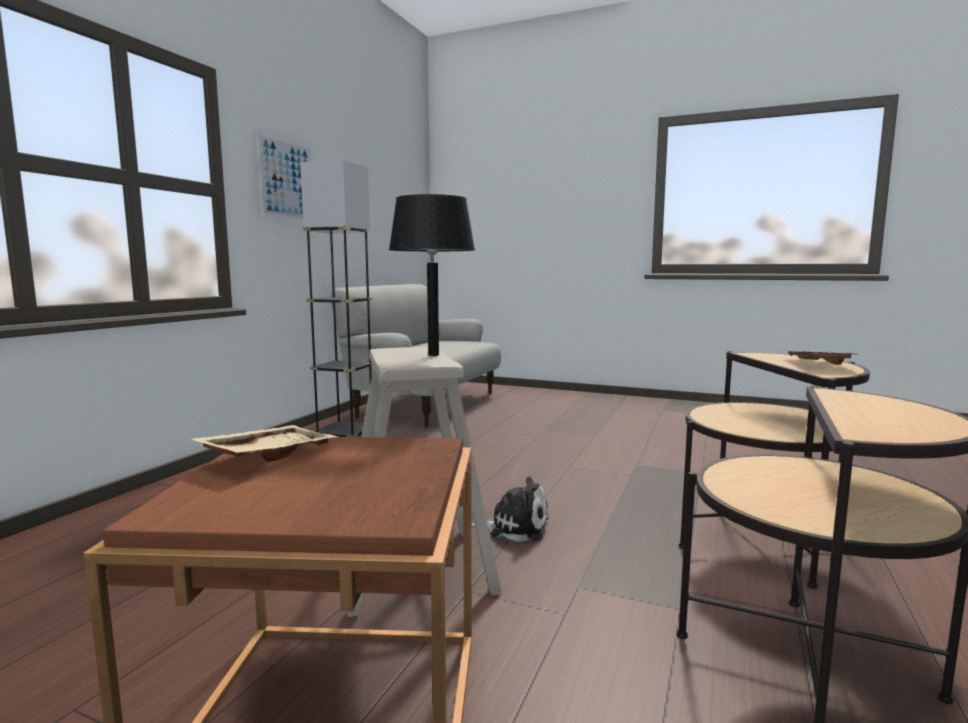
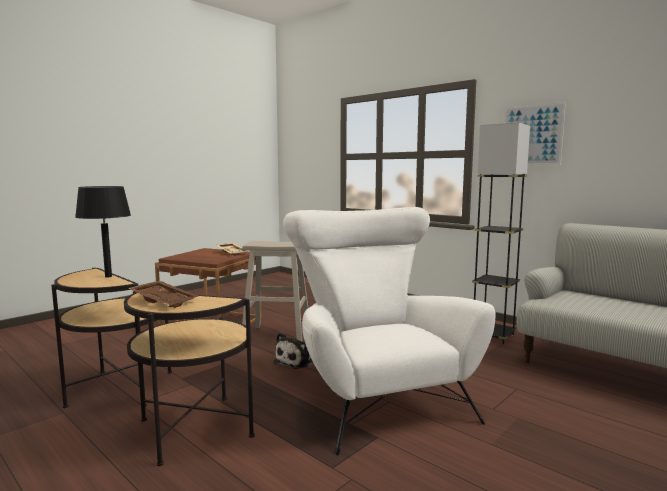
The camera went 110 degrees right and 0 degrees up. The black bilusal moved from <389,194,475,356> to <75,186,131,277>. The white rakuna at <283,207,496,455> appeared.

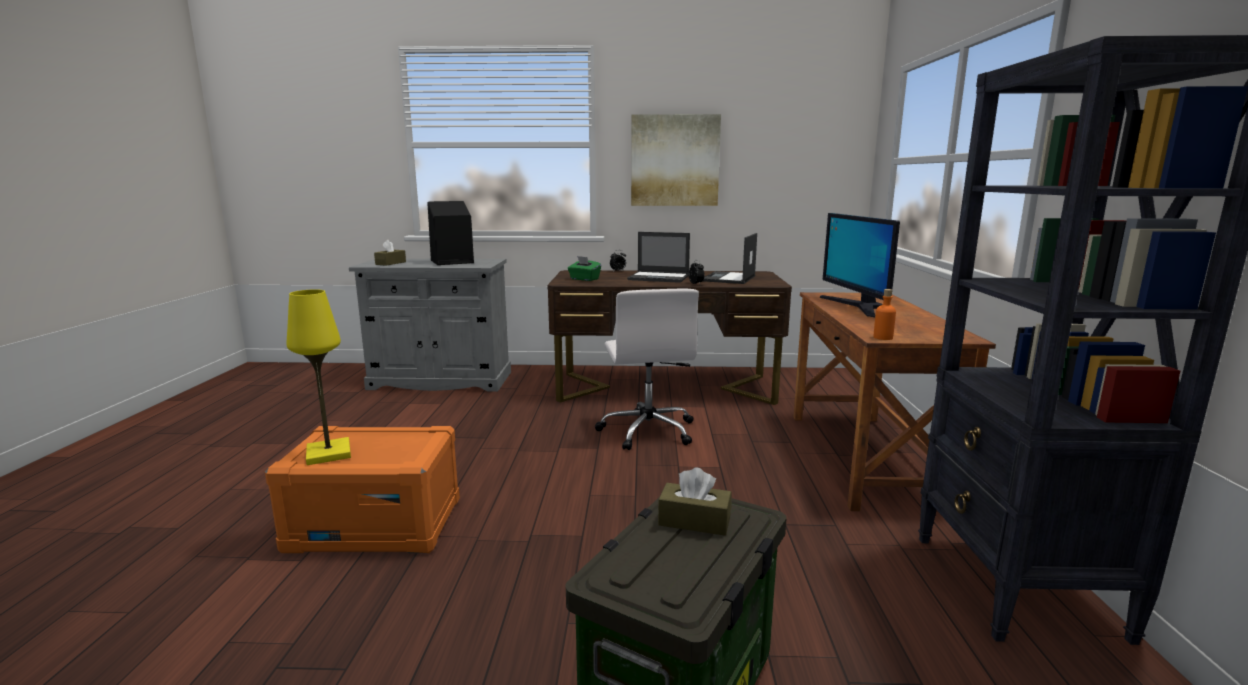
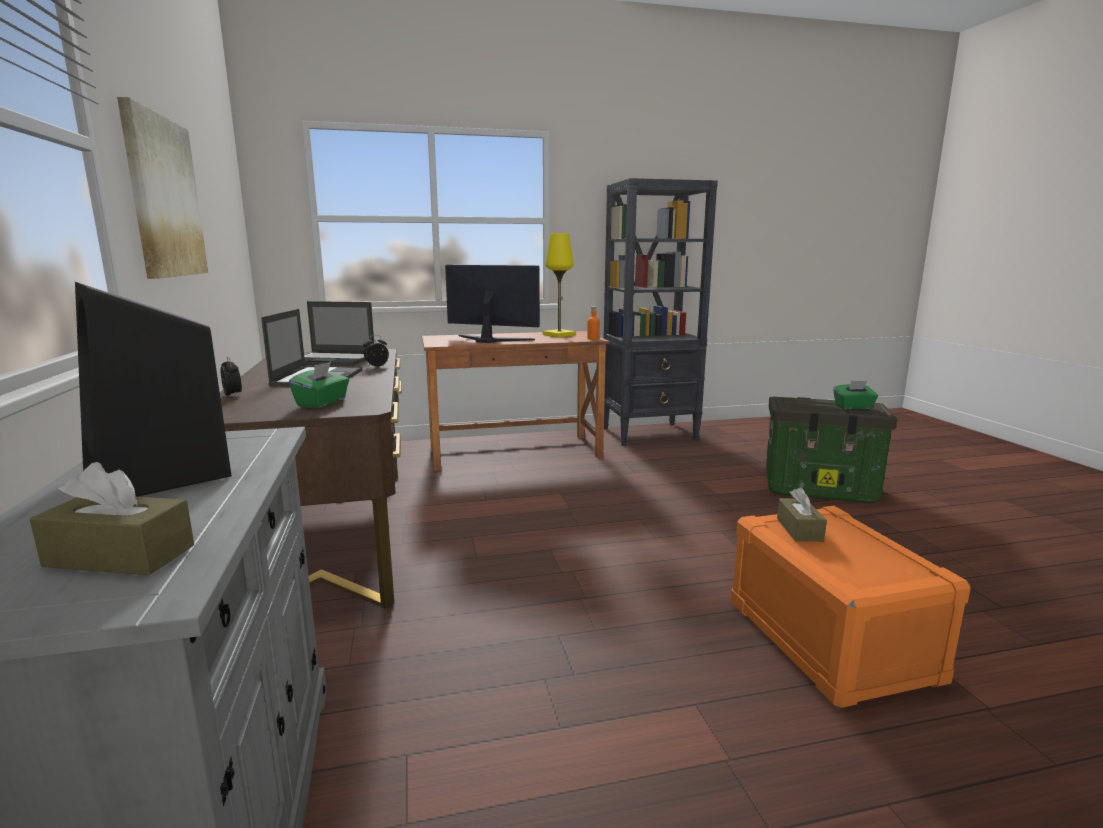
The camera went 105 degrees left and 0 degrees up. The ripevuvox at <820,213,900,317> turned 135 degrees counterclockwise. The yellow bilusal moved from <287,289,351,465> to <543,233,576,337>. The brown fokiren moved from <658,467,732,536> to <777,487,827,542>. The green fokiren at <833,381,878,409> appeared. The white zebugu at <595,289,699,450> disappeared.

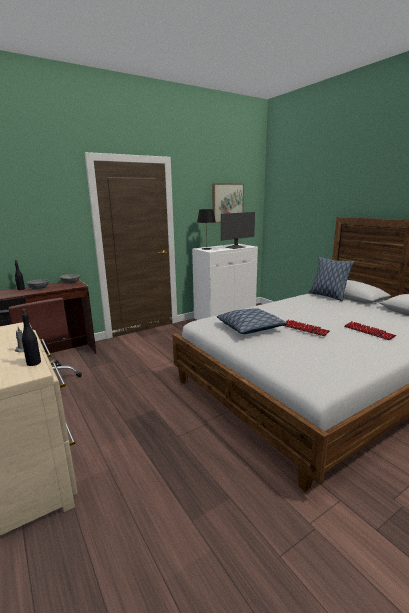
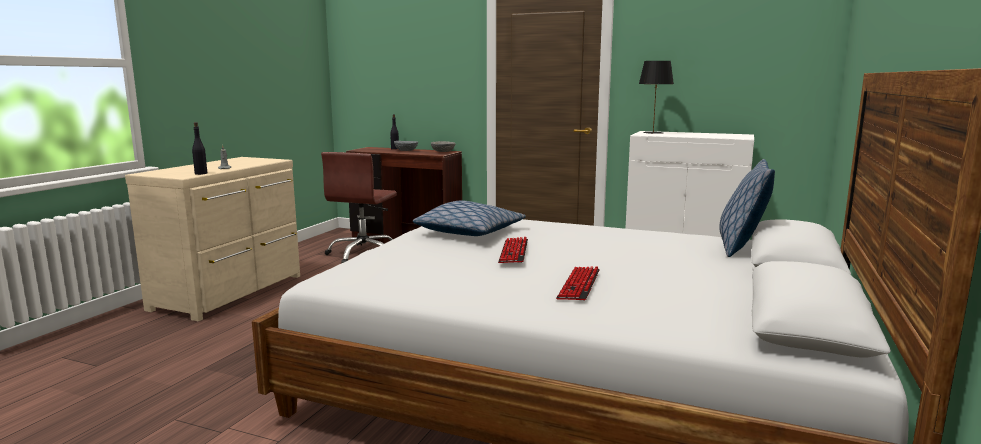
The camera went 55 degrees right and 5 degrees down. The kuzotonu at <212,183,244,223> disappeared. The ripevuvox at <221,212,255,249> disappeared.

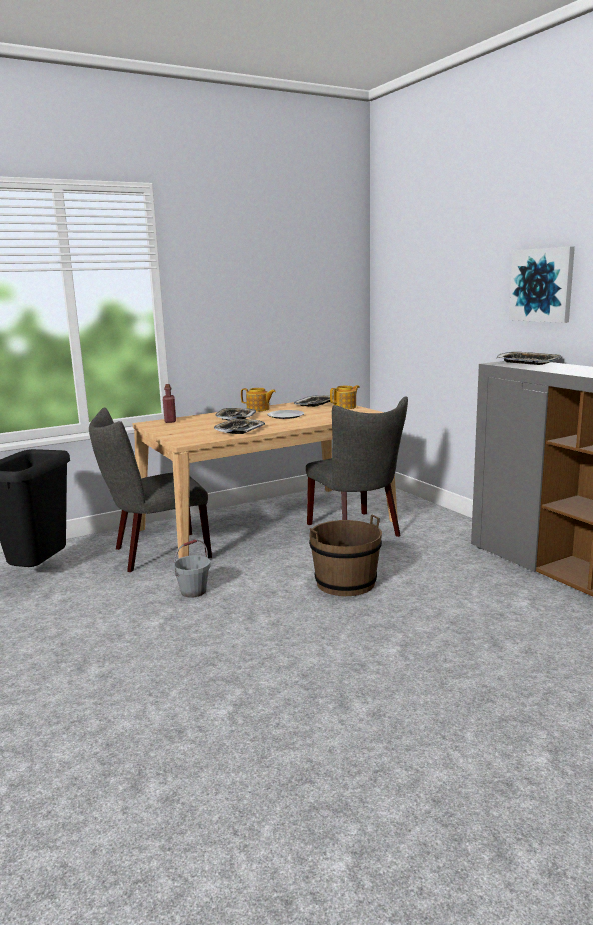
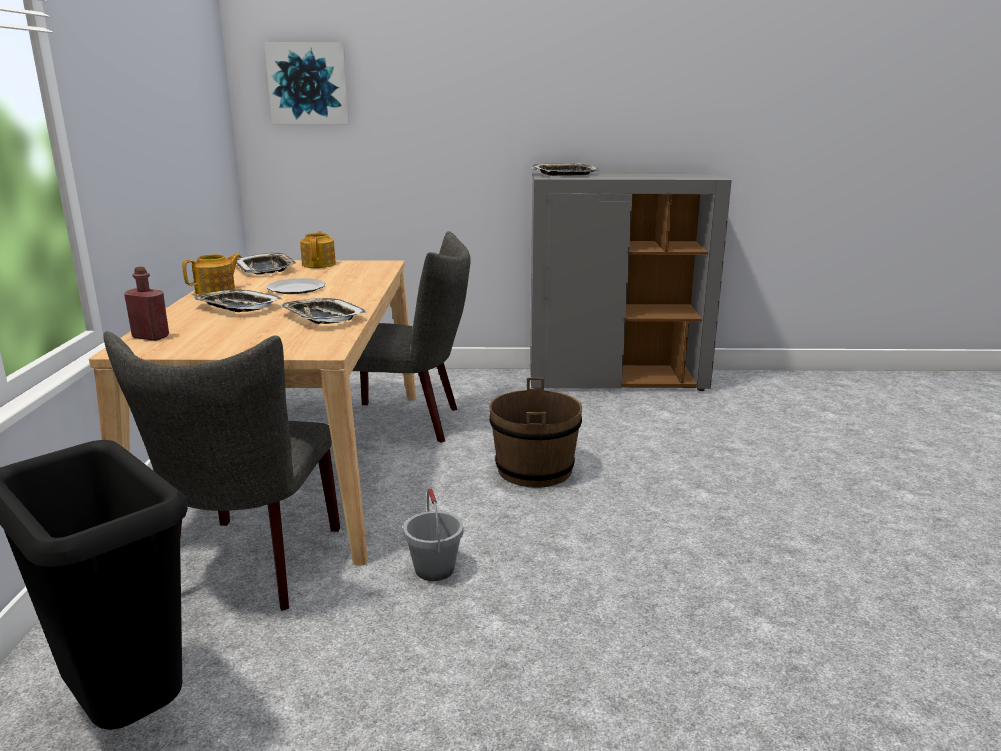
The camera went 60 degrees left and 5 degrees up. The kuzotonu moved from <509,247,575,323> to <264,42,349,125>.

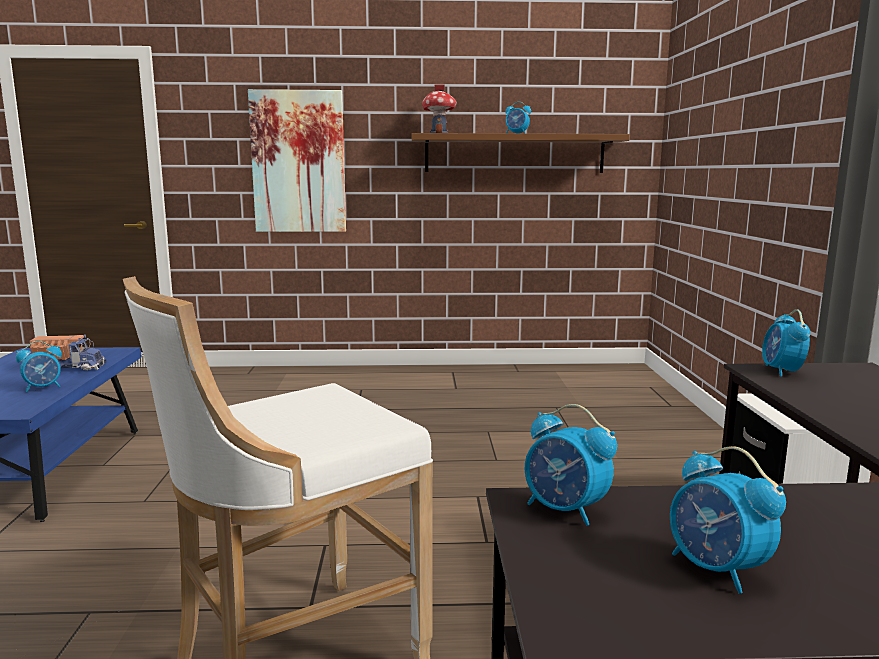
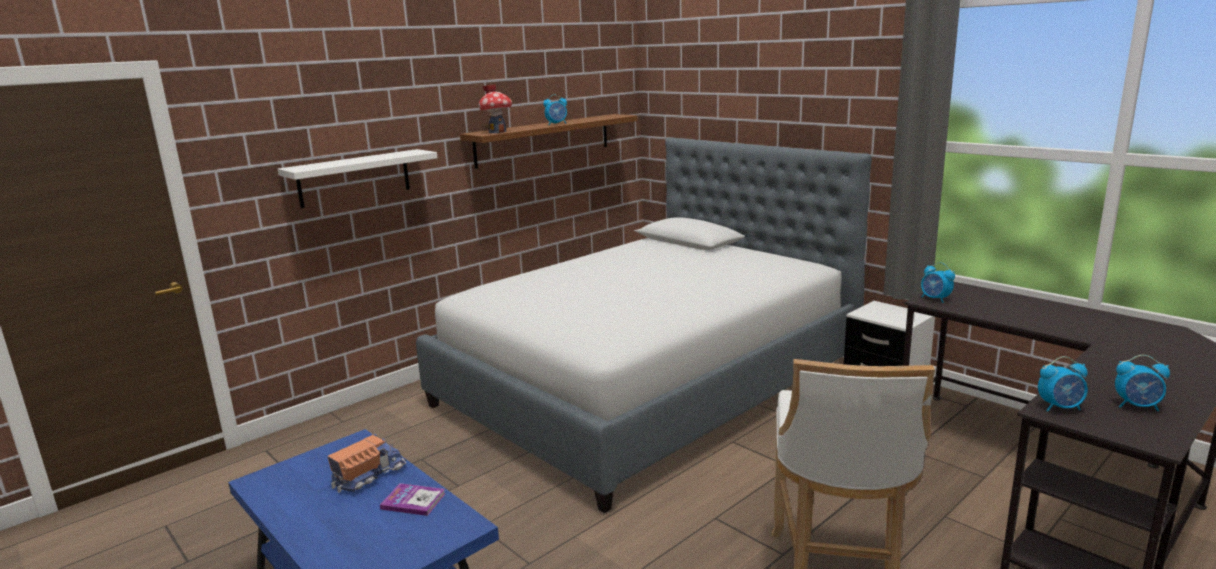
The camera went 40 degrees left and 5 degrees up. The kuzotonu at <248,89,346,232> was replaced by the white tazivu at <278,149,437,208>. The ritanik at <16,341,62,392> was replaced by the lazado at <380,483,446,516>. The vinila at <416,137,872,513> appeared.

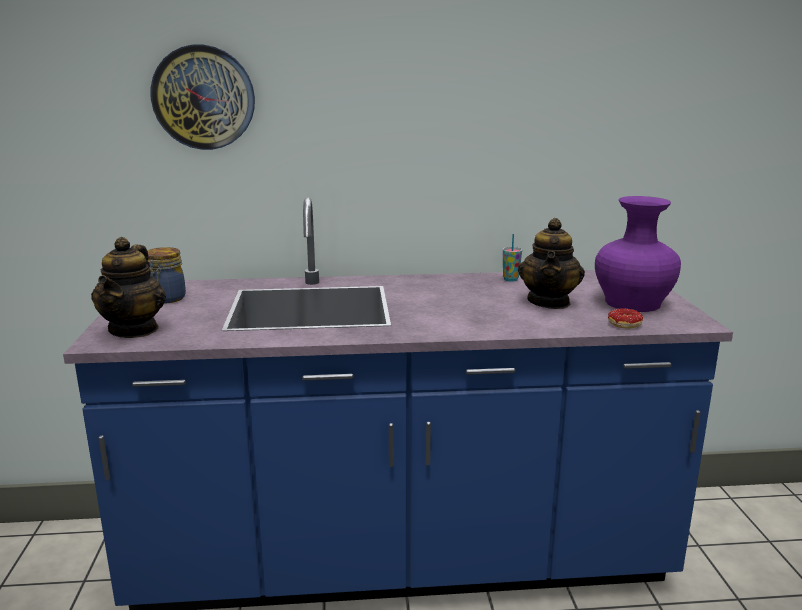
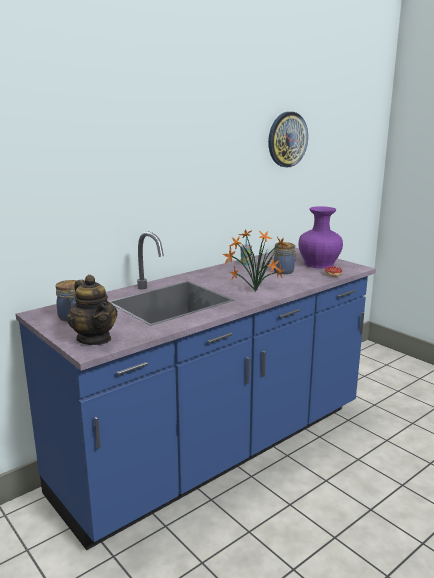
The camera went 35 degrees left and 0 degrees up. The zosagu at <223,229,287,292> appeared. The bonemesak moved from <151,45,255,150> to <268,112,308,167>. The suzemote at <518,218,585,309> was replaced by the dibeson at <273,242,296,274>.

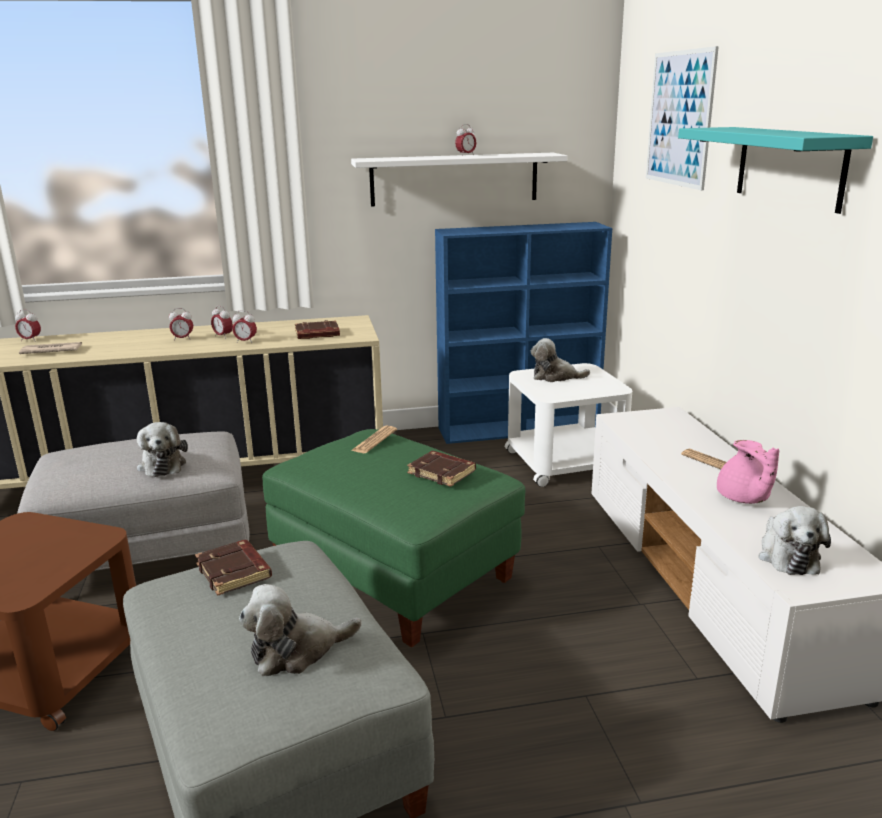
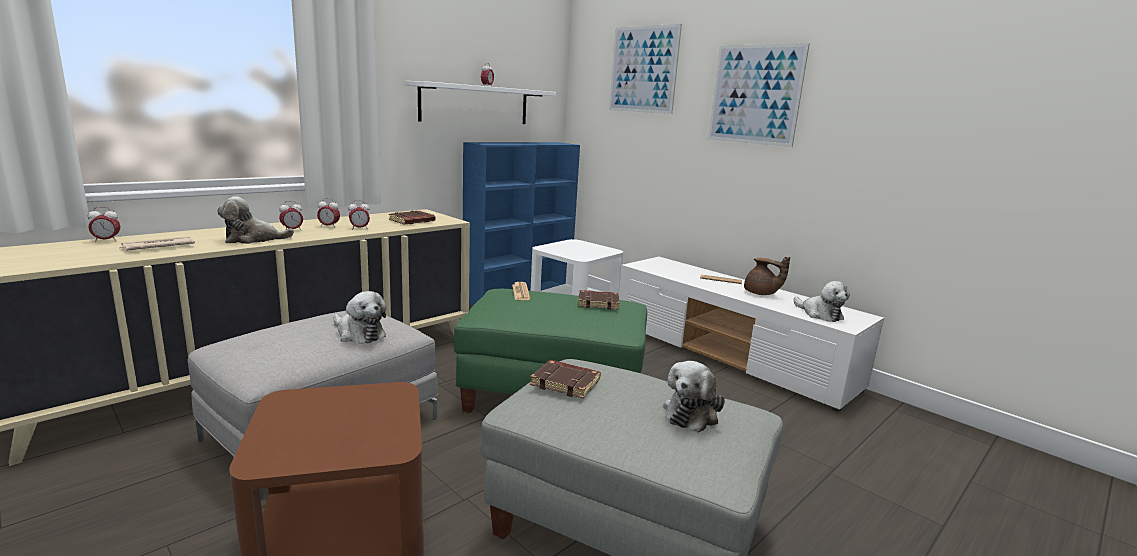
The camera went 35 degrees left and 5 degrees down. The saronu moved from <531,338,590,382> to <217,196,294,244>. The turquoise tazivu at <678,127,873,214> was replaced by the kuzotonu at <708,43,810,147>. The pink suzemote at <717,440,779,504> became the brown suzemote at <744,257,790,295>.

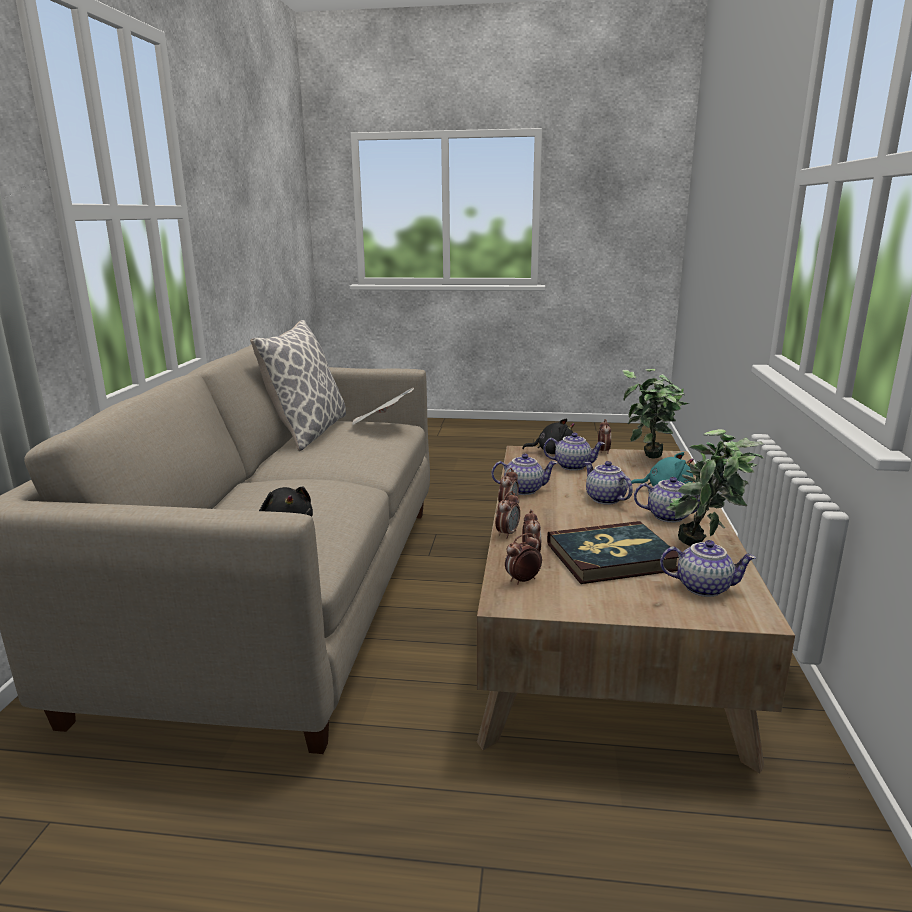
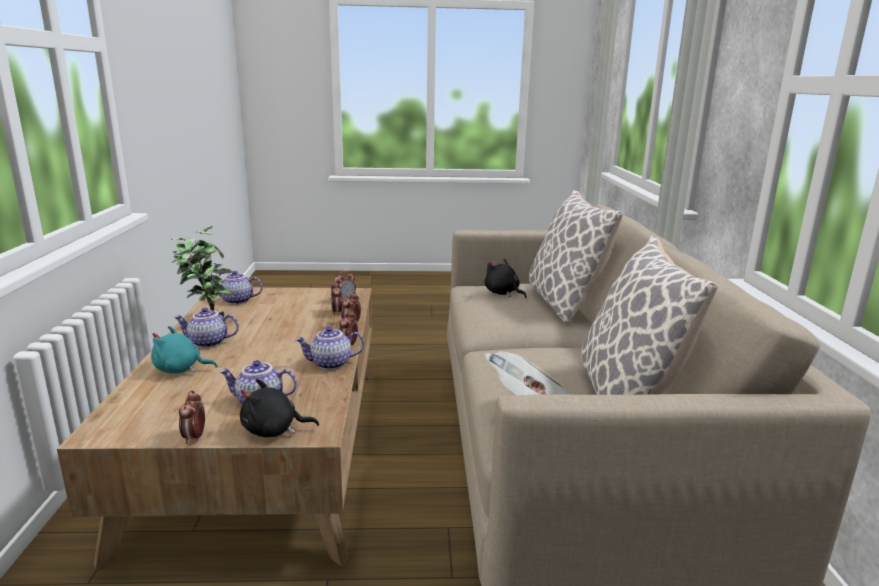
The camera went 170 degrees right and 0 degrees up. The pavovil at <529,190,623,324> appeared. The lazado at <547,521,679,584> disappeared. The suzemote at <584,461,633,505> disappeared. The zosagu at <622,369,690,459> disappeared.

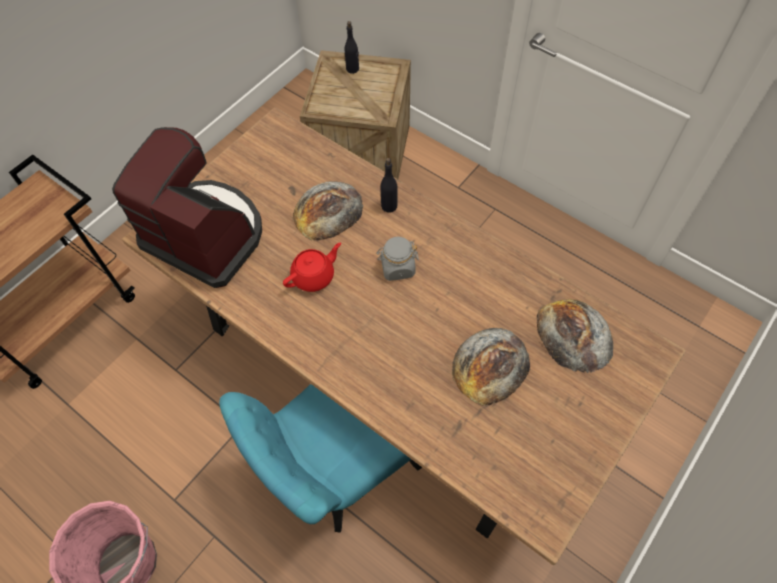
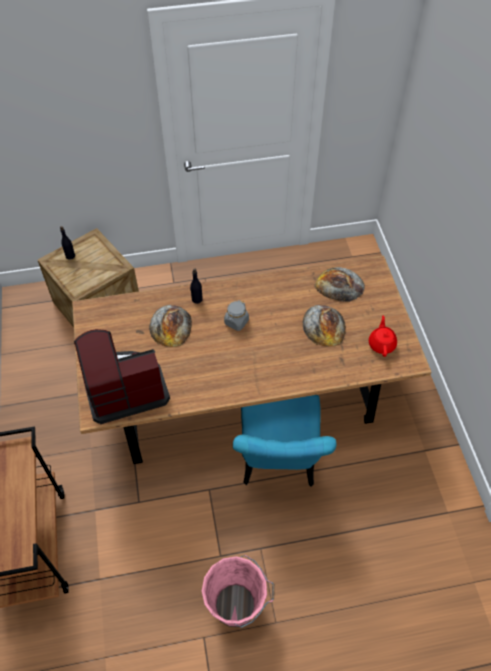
The camera went 50 degrees left and 5 degrees down. The red suzemote moved from <283,243,341,292> to <369,315,397,357>.

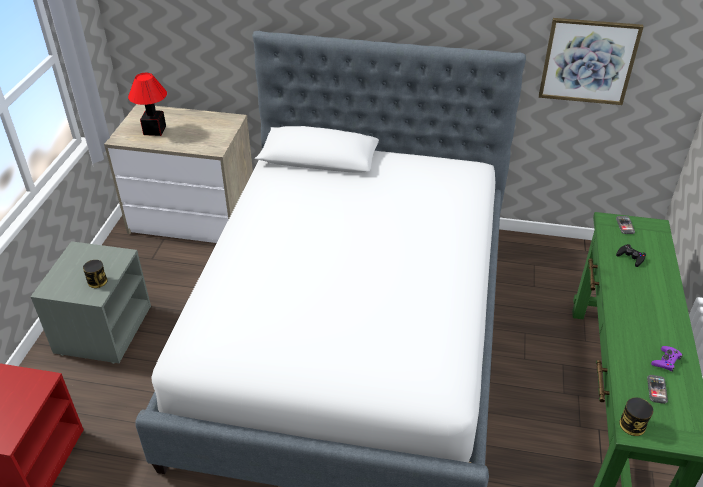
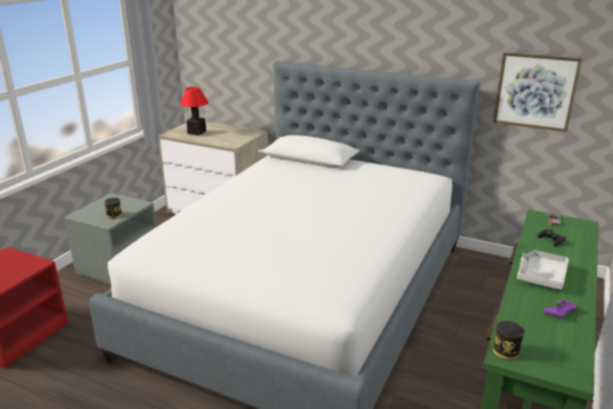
The camera went 15 degrees right and 15 degrees down. The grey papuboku at <517,250,569,290> appeared. The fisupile at <647,375,668,404> disappeared.

